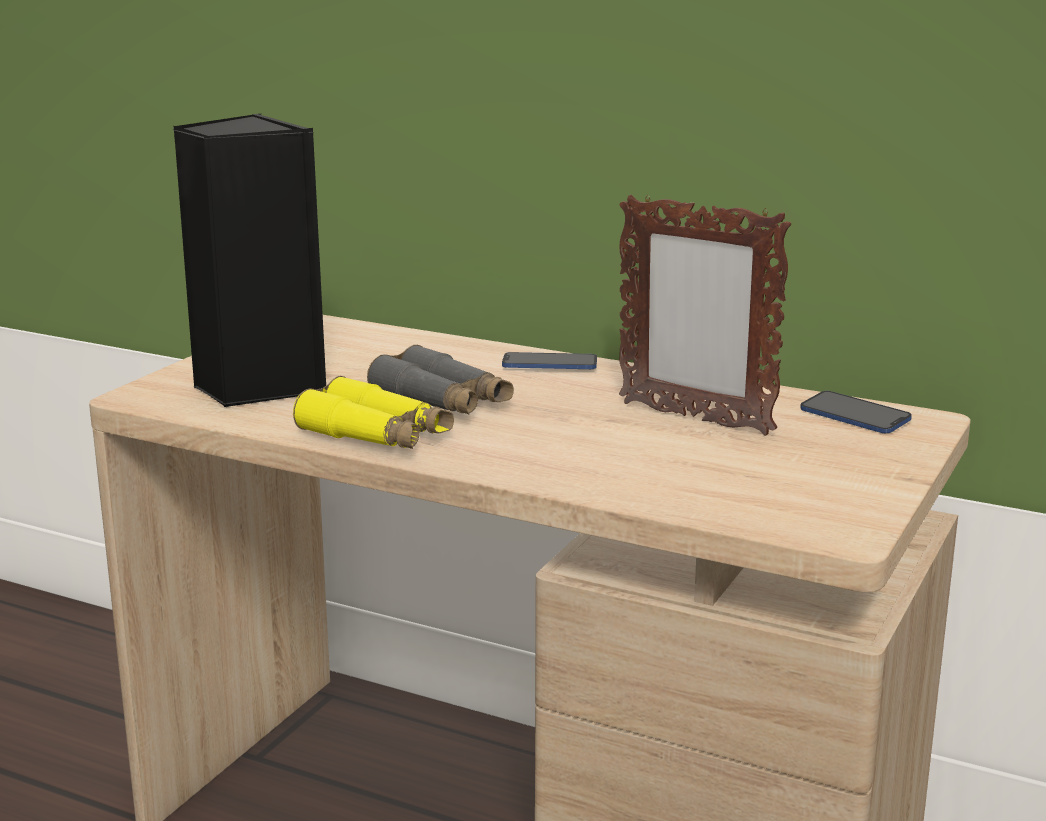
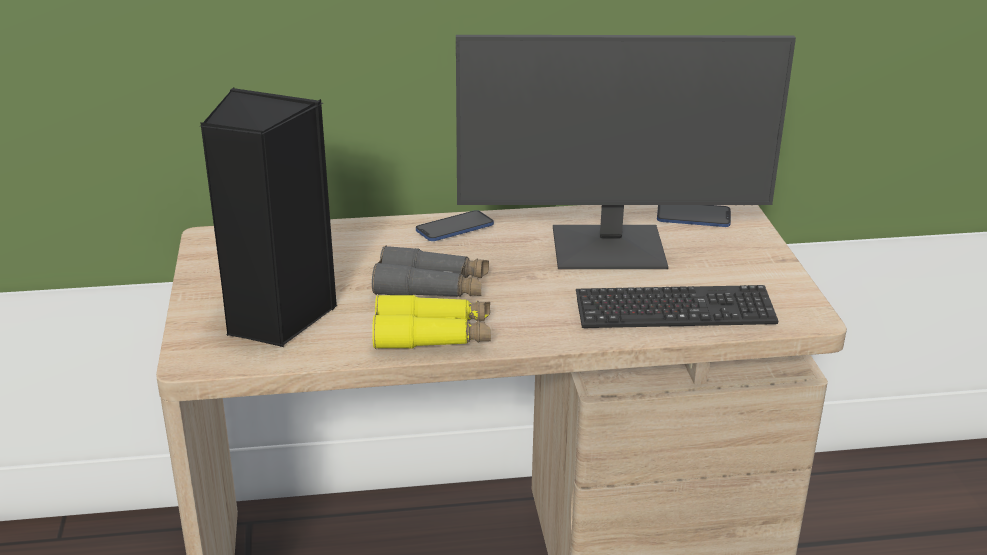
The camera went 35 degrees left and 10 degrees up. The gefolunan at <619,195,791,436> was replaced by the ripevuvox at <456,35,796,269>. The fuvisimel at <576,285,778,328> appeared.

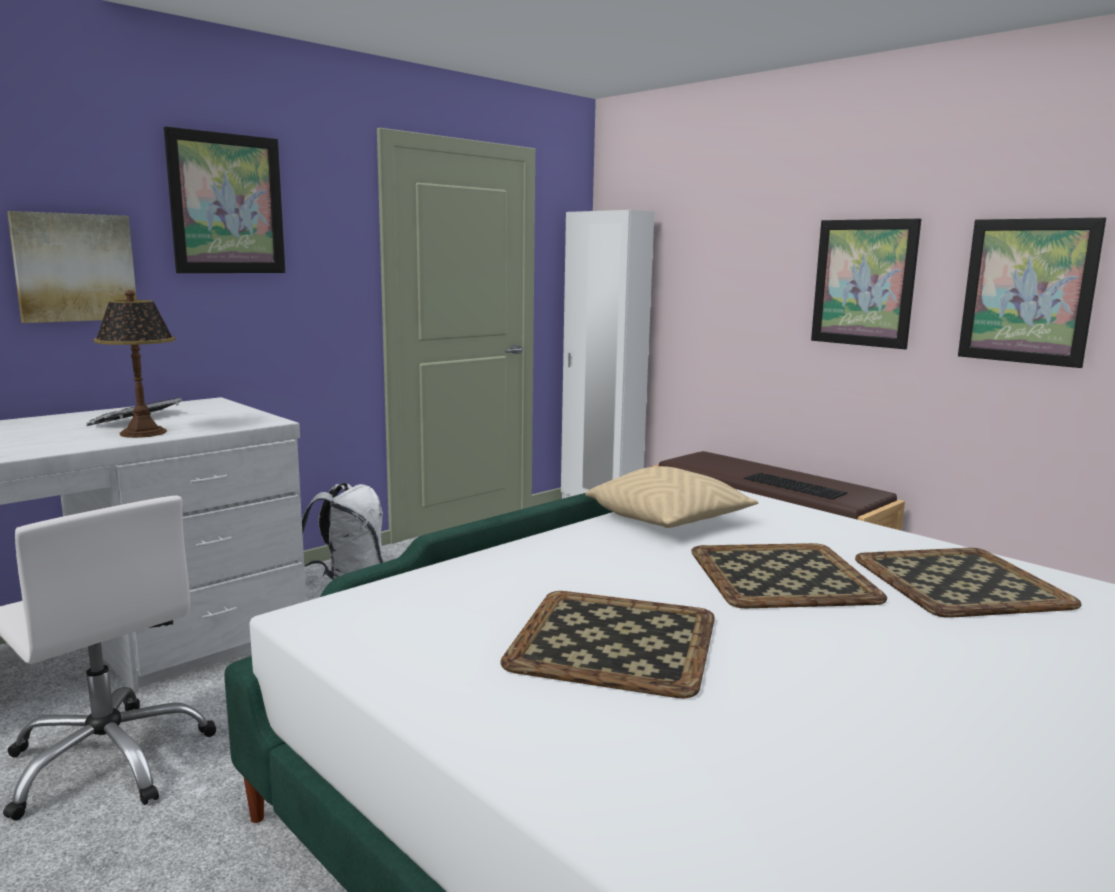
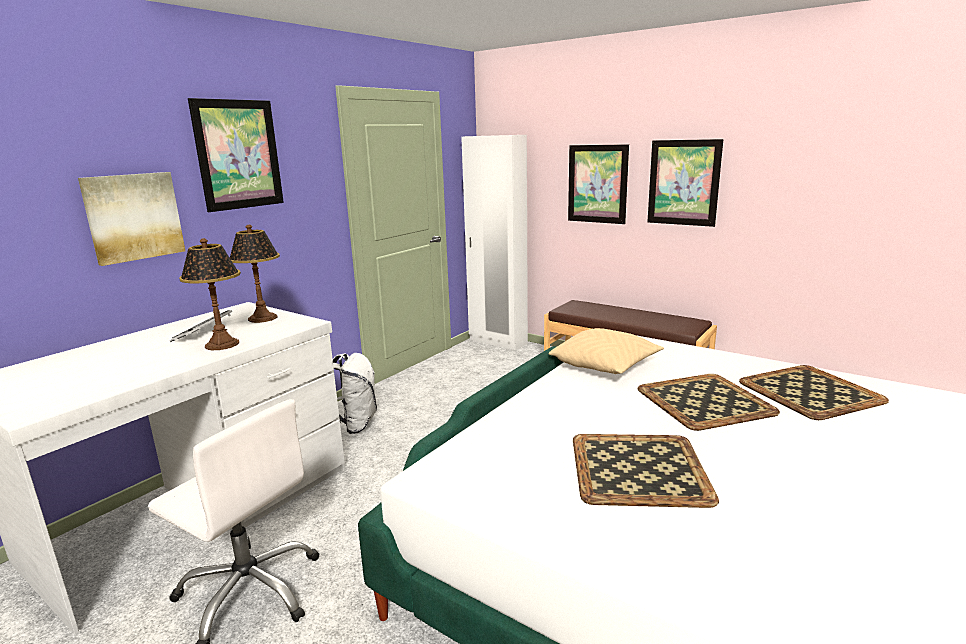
The camera went 10 degrees left and 5 degrees up. The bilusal at <229,225,280,323> appeared. The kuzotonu moved from <958,217,1106,368> to <568,144,629,224>. The fuvisimel at <744,473,847,500> disappeared.

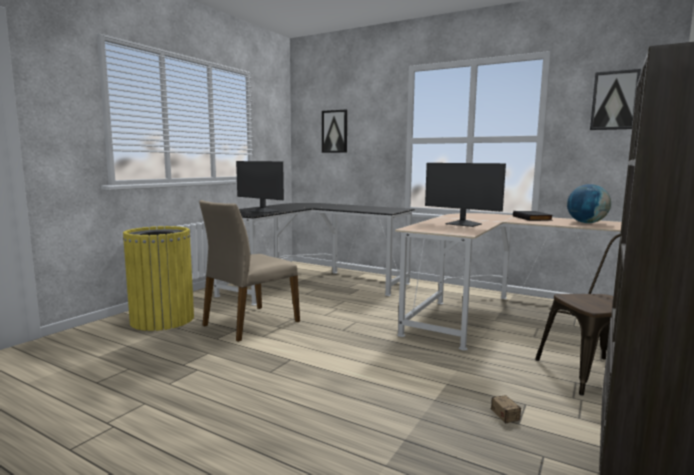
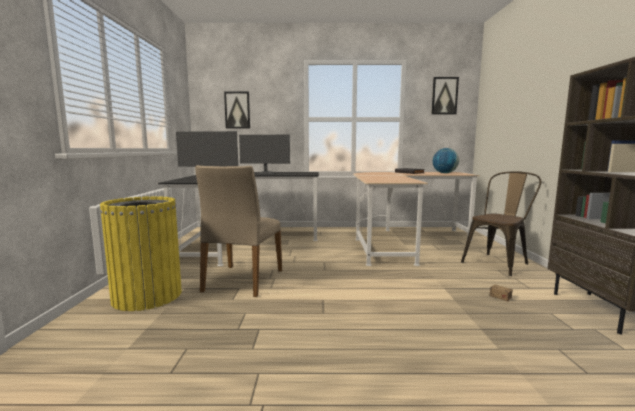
The camera went 30 degrees left and 0 degrees up. The ripevuvox moved from <425,163,506,227> to <239,135,290,174>.

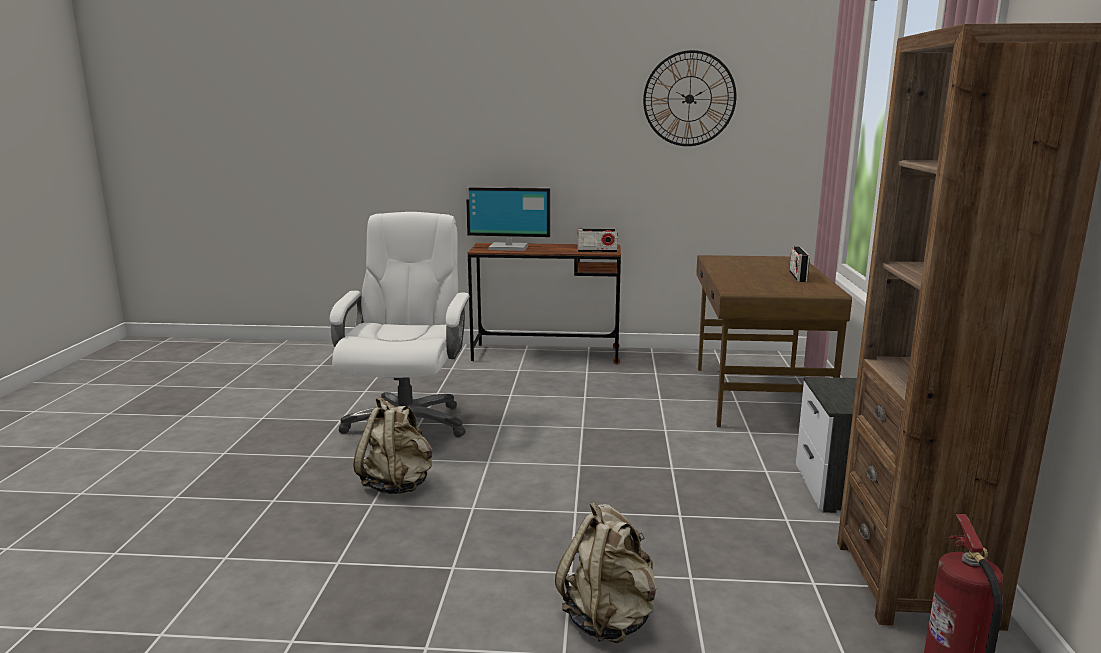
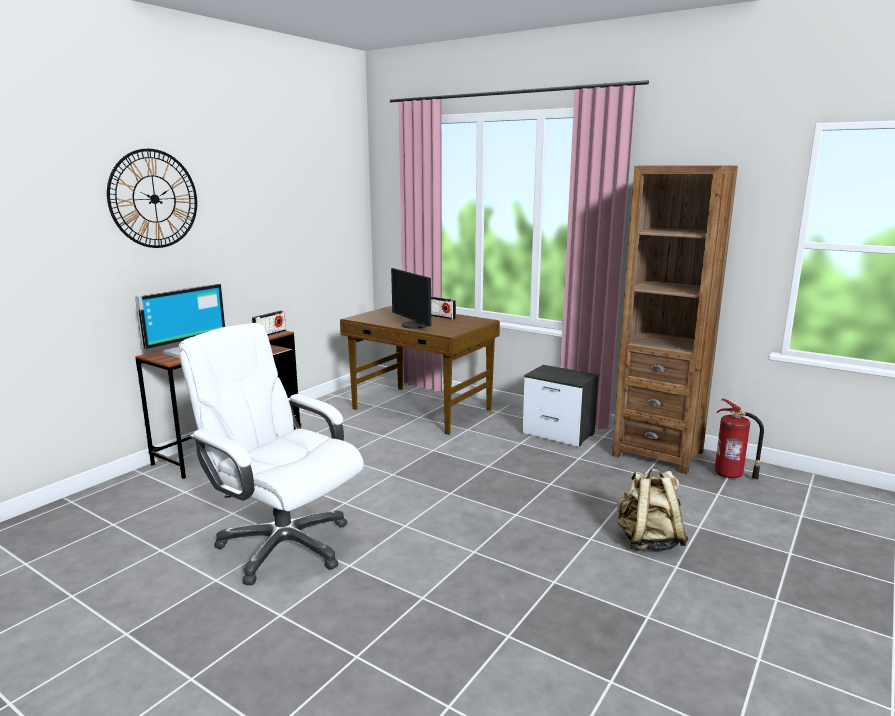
The camera went 60 degrees left and 0 degrees up. The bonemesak moved from <643,50,736,146> to <107,149,197,248>. The ripevuvox at <391,268,431,329> appeared. The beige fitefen at <354,397,433,494> disappeared.

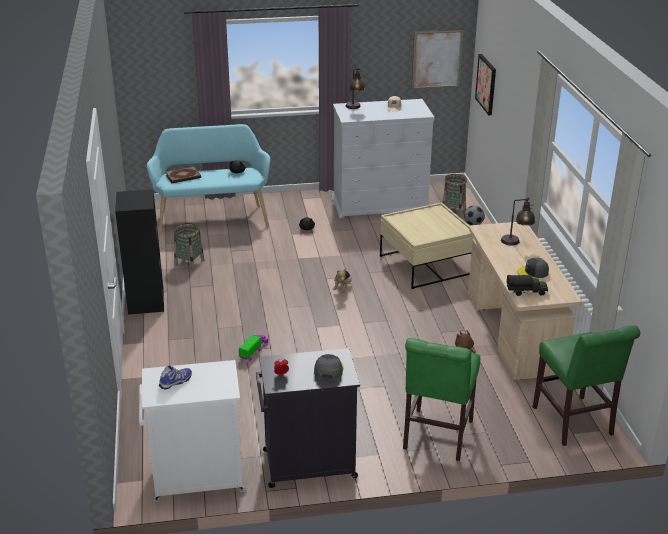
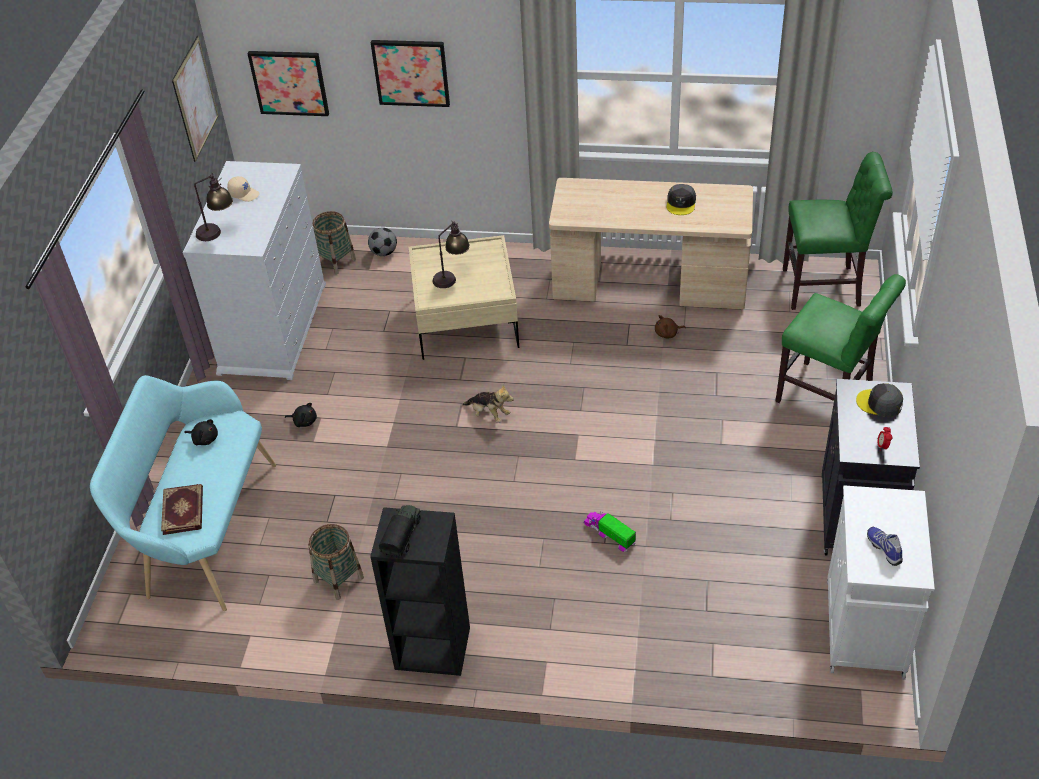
The camera went 70 degrees left and 15 degrees up. The kuzotonu at <371,40,450,107> appeared. The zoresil moved from <507,275,548,296> to <379,505,421,557>. The bilusal moved from <501,198,535,246> to <433,220,470,288>.

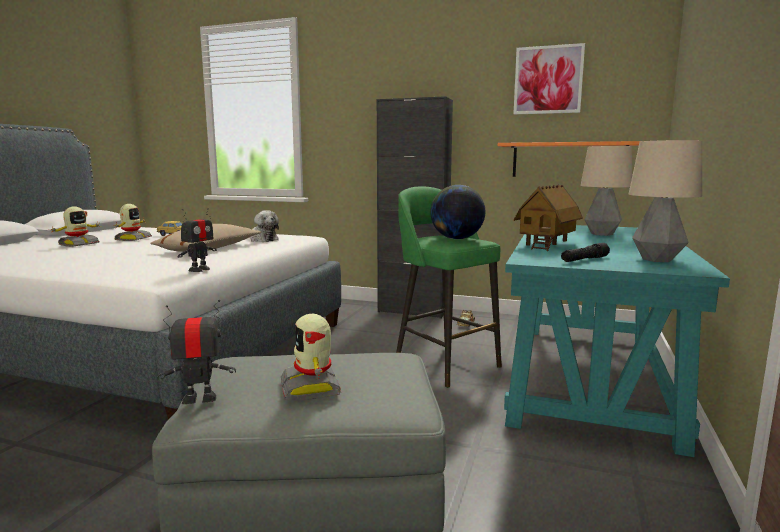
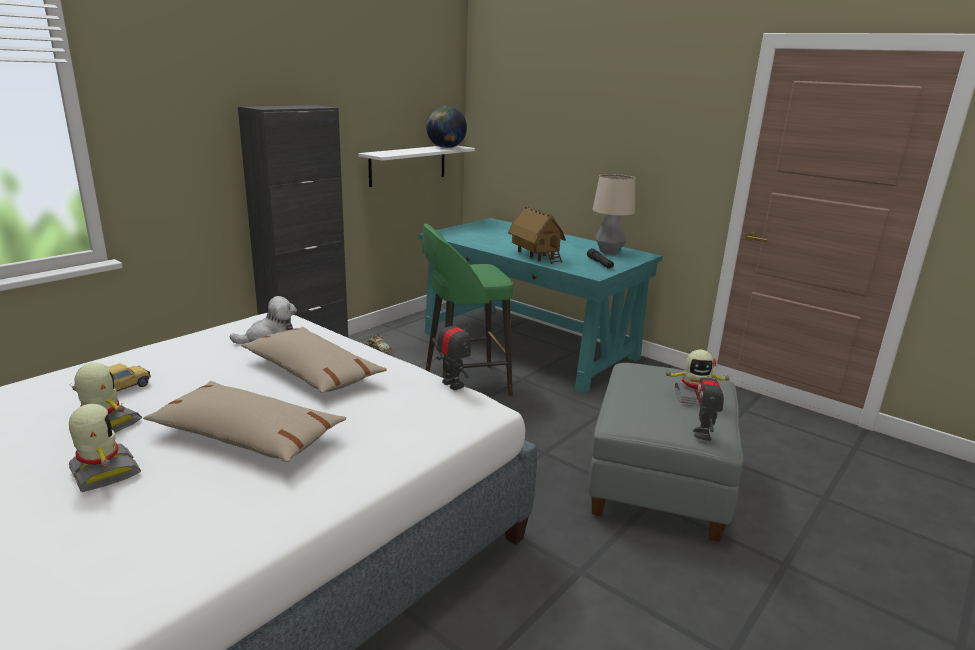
The camera went 70 degrees left and 10 degrees up. The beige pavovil at <143,381,346,462> appeared. The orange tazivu at <498,141,640,177> became the white tazivu at <358,146,475,187>. The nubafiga moved from <430,185,485,239> to <426,106,467,148>. The kuzotonu at <513,43,585,115> disappeared. The bilusal at <581,146,632,236> disappeared.

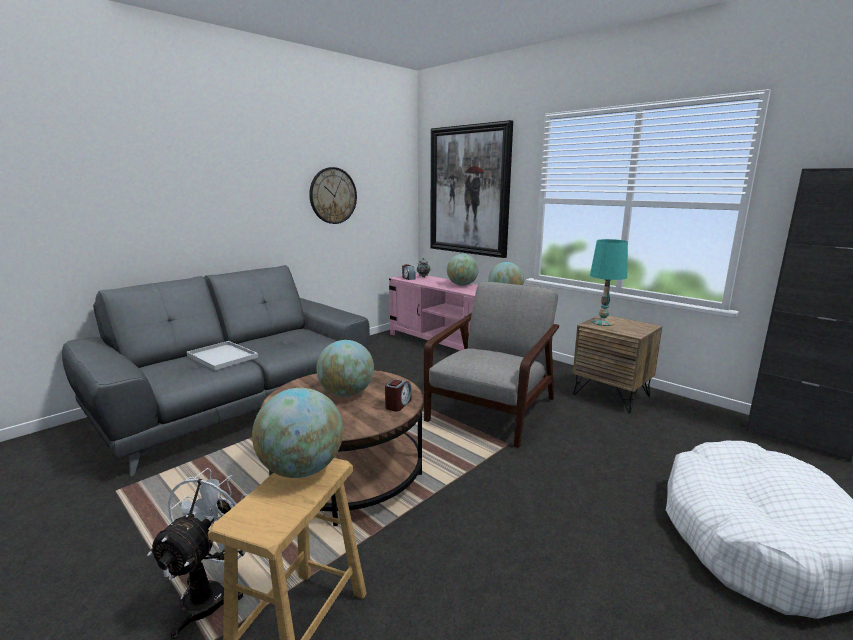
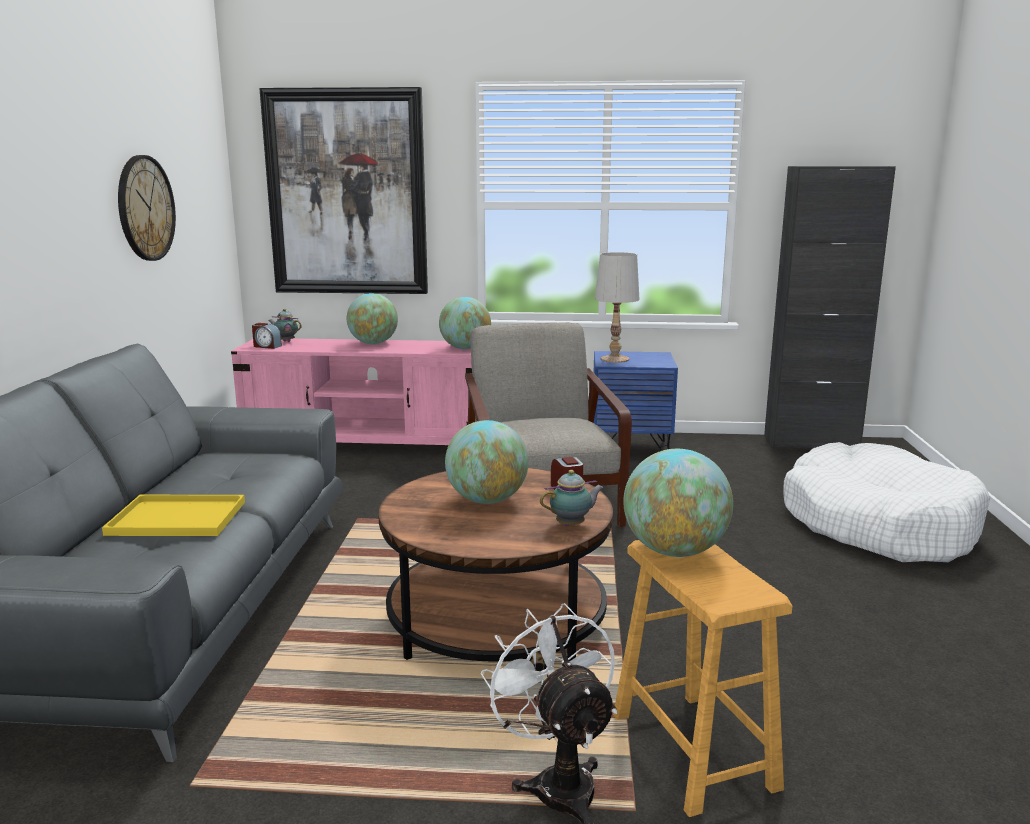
The camera went 40 degrees left and 0 degrees up. The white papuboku at <187,341,258,370> became the yellow papuboku at <102,495,245,536>. The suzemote at <540,470,604,526> appeared. The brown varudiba at <573,315,662,413> became the blue varudiba at <594,351,678,451>. The turquoise bilusal at <590,239,628,326> became the white bilusal at <595,252,640,363>.

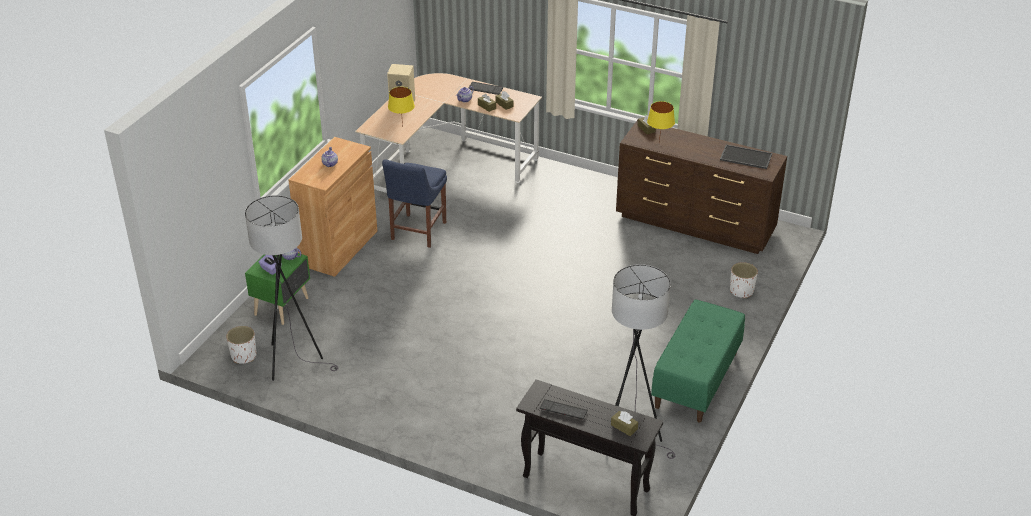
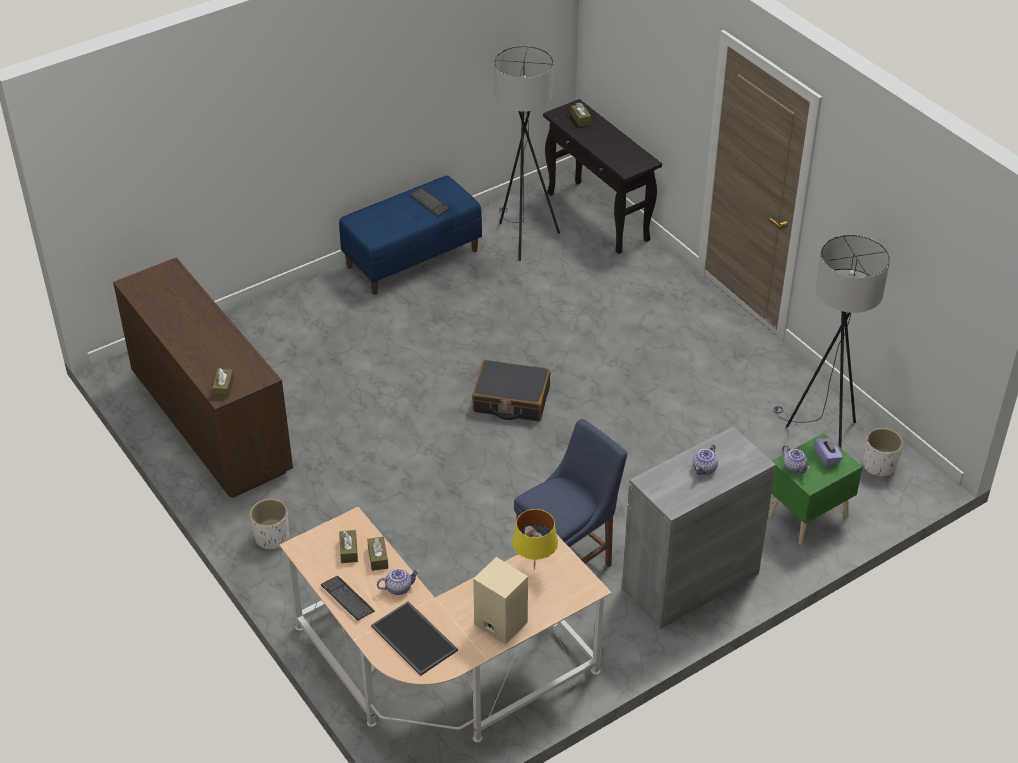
The camera went 150 degrees left and 5 degrees up. The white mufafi moved from <730,262,758,298> to <250,499,289,550>. The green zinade at <651,299,745,423> became the blue zinade at <339,176,482,295>. The papuboku moved from <720,144,772,169> to <371,601,458,676>. The fuvisimel moved from <540,399,588,419> to <409,187,450,217>. The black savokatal at <472,360,550,422> appeared. The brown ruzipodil at <288,137,377,277> became the grey ruzipodil at <622,426,776,629>. The yellow bilusal at <647,101,675,143> disappeared.

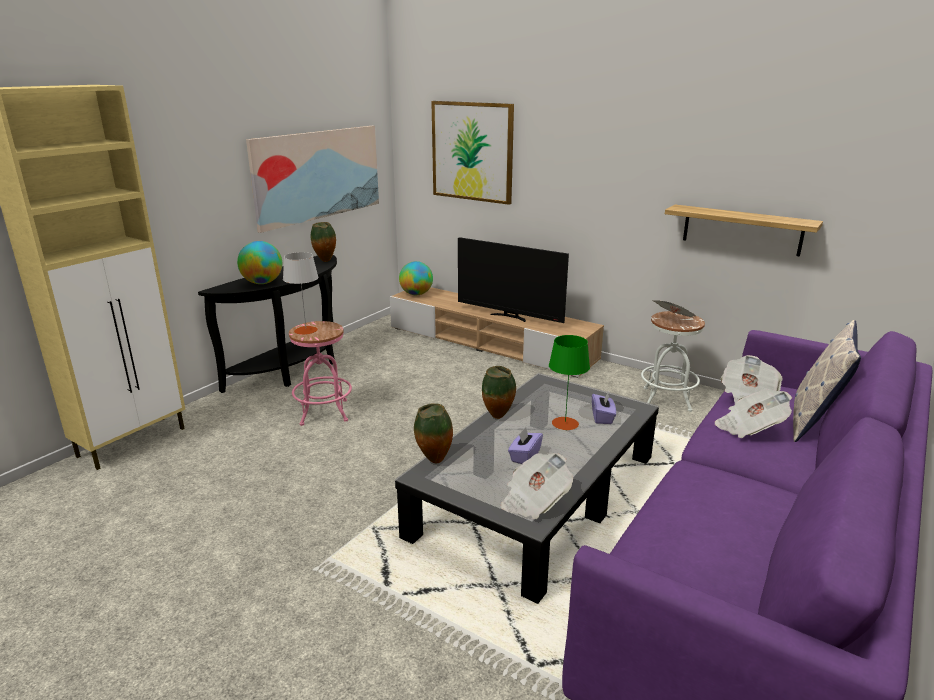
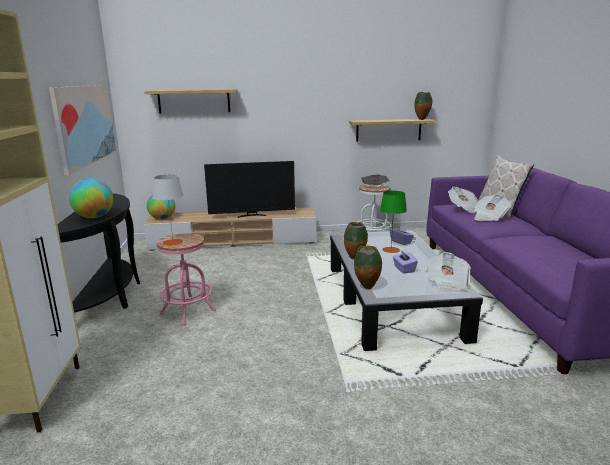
The camera went 40 degrees left and 5 degrees down. The kuzotonu at <431,101,514,205> was replaced by the tazivu at <144,89,237,114>. The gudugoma moved from <311,222,336,262> to <415,92,432,120>.

